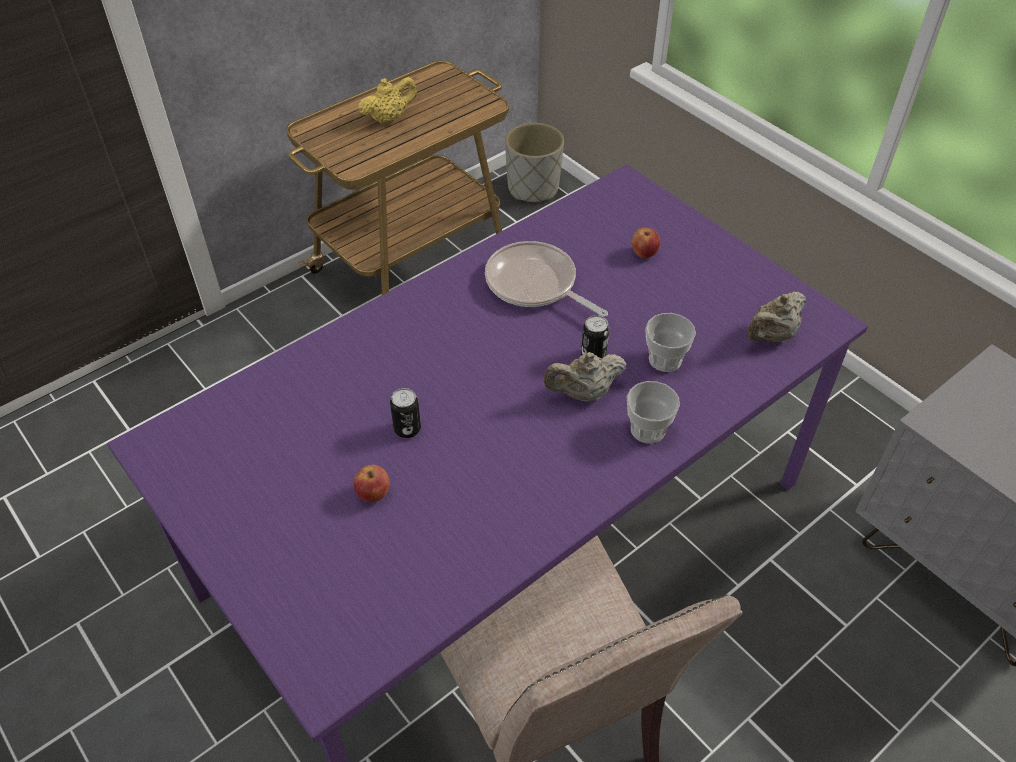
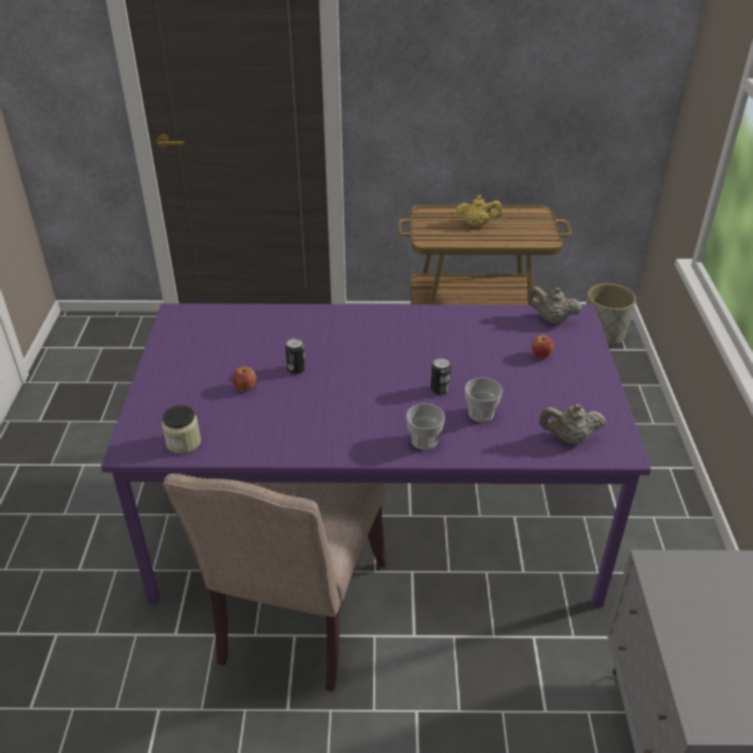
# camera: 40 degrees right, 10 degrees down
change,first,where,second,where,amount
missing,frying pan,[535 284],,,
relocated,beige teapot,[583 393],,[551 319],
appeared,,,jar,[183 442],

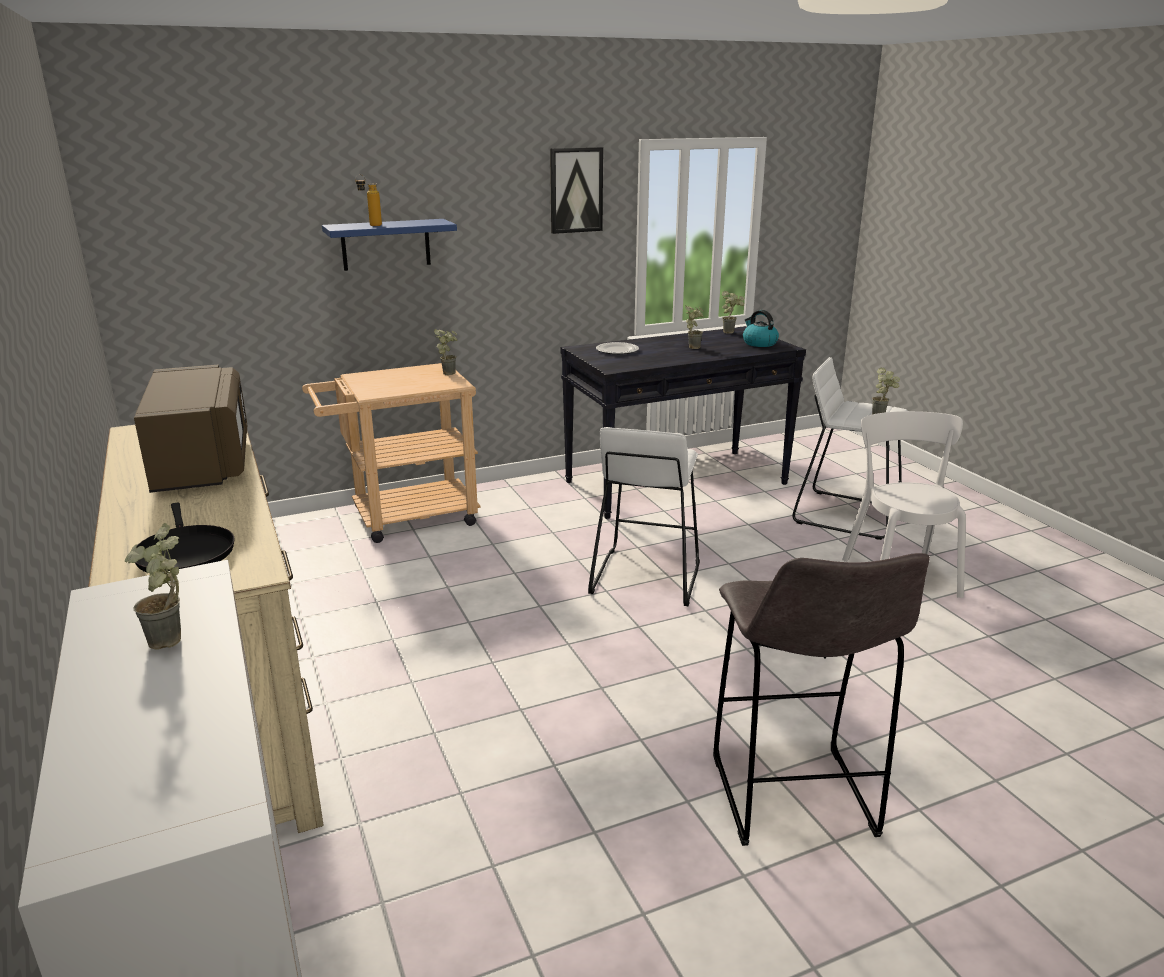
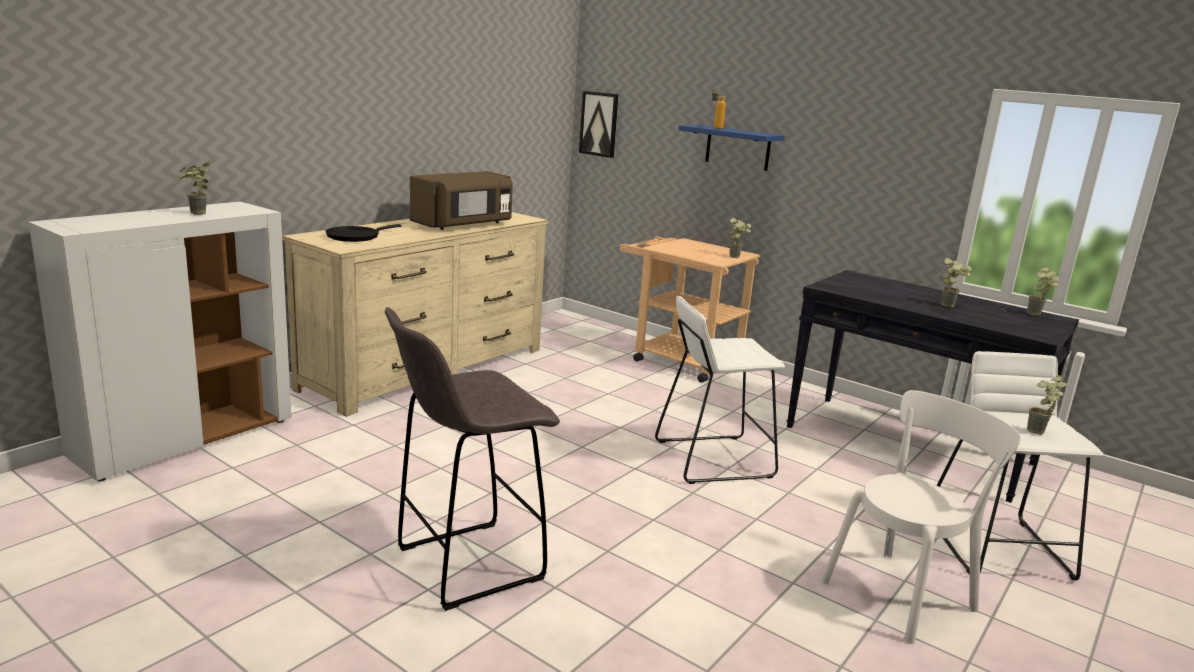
# camera: 60 degrees right, 5 degrees down
change,first,where,second,where,amount
relocated,picture,[576 190],,[599 124],
missing,kettle,[759 343],,,
missing,plate,[618 350],,,

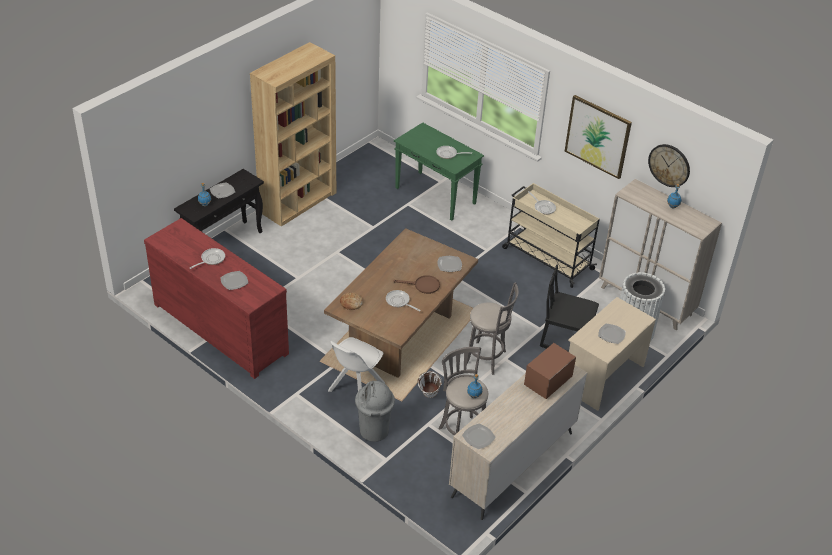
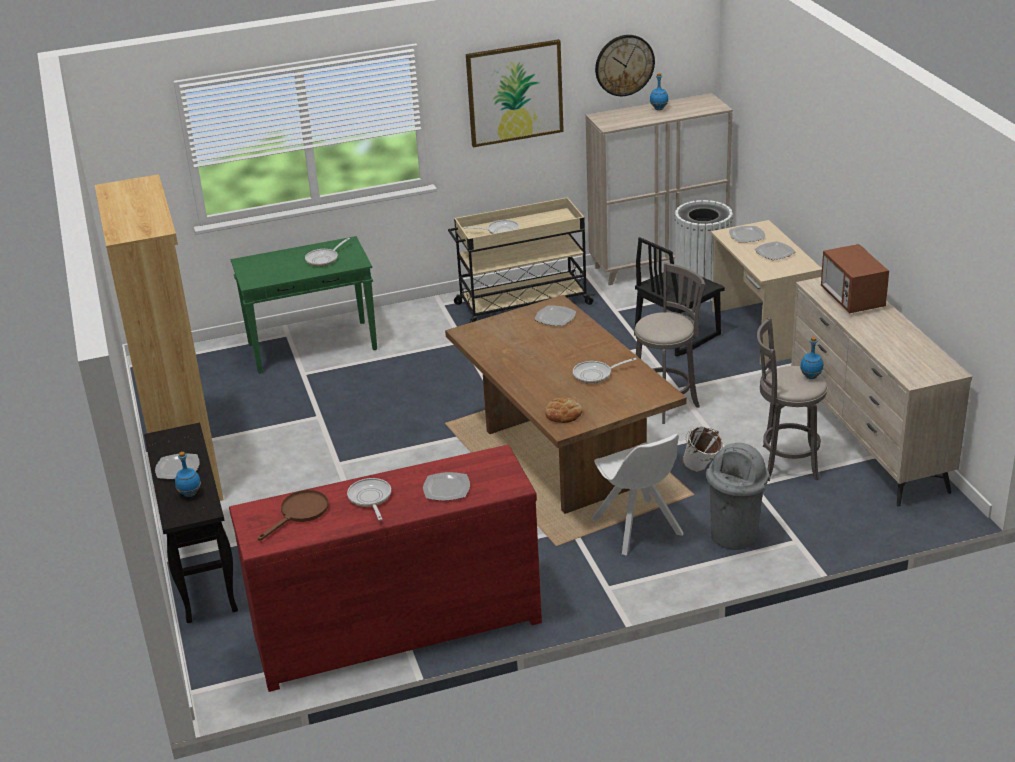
# camera: 55 degrees left, 10 degrees down
change,first,where,second,where,amount
relocated,brown frying pan,[423 286],,[300 513],
relocated,plate,[478 437],,[747 236],

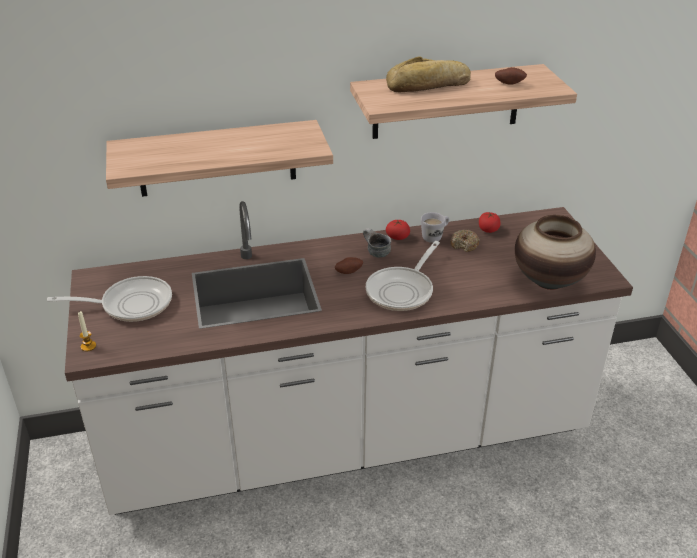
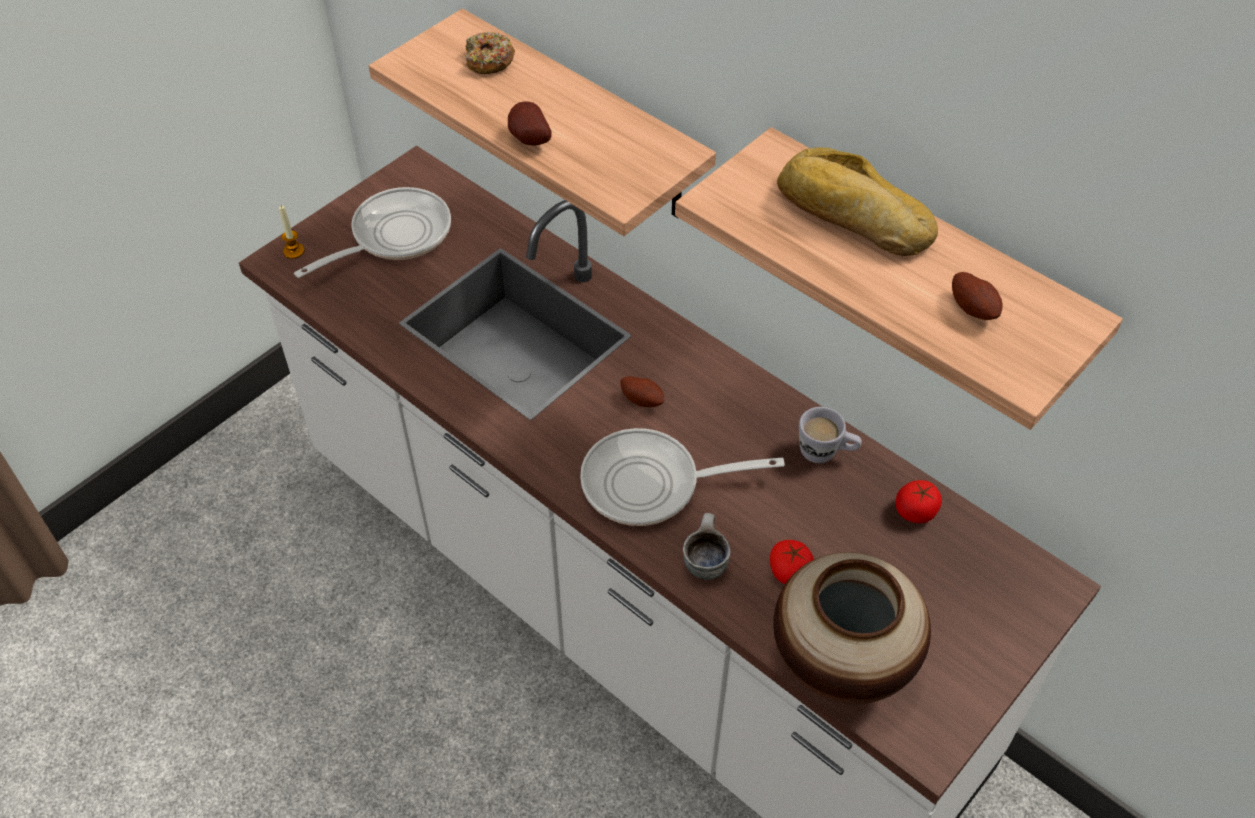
# camera: 55 degrees right, 15 degrees up
change,first,where,second,where,amount
relocated,tomato,[397 237],,[790 571],
relocated,mug,[375 253],,[704 560],
relocated,donut,[464 245],,[489 61],
spun,frying pan,[131 304],,[394 236],90 degrees counterclockwise
appeared,,,potato,[528 140],

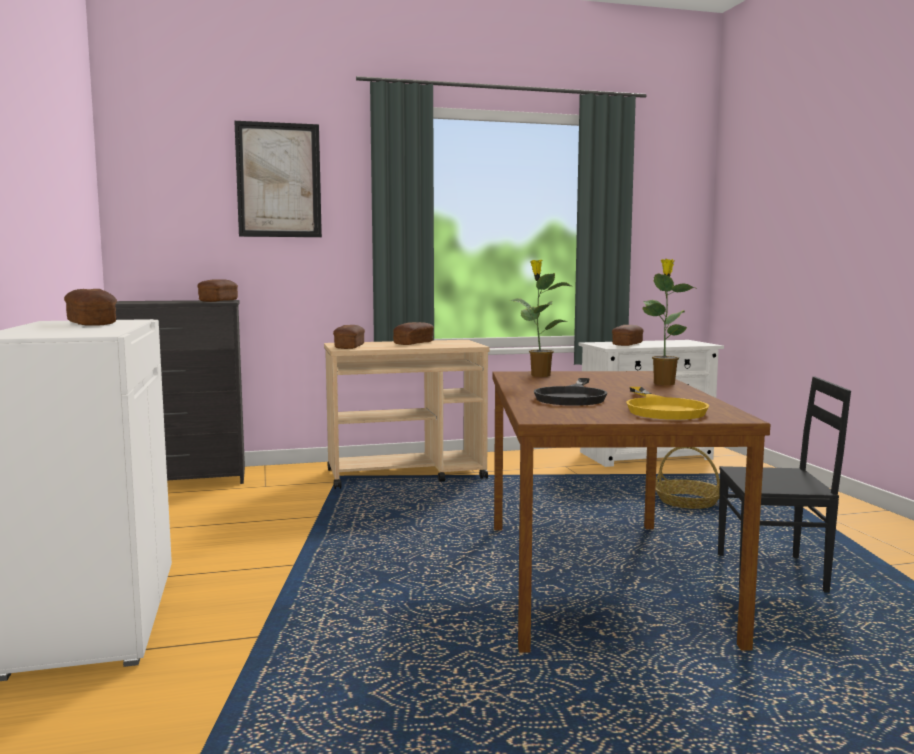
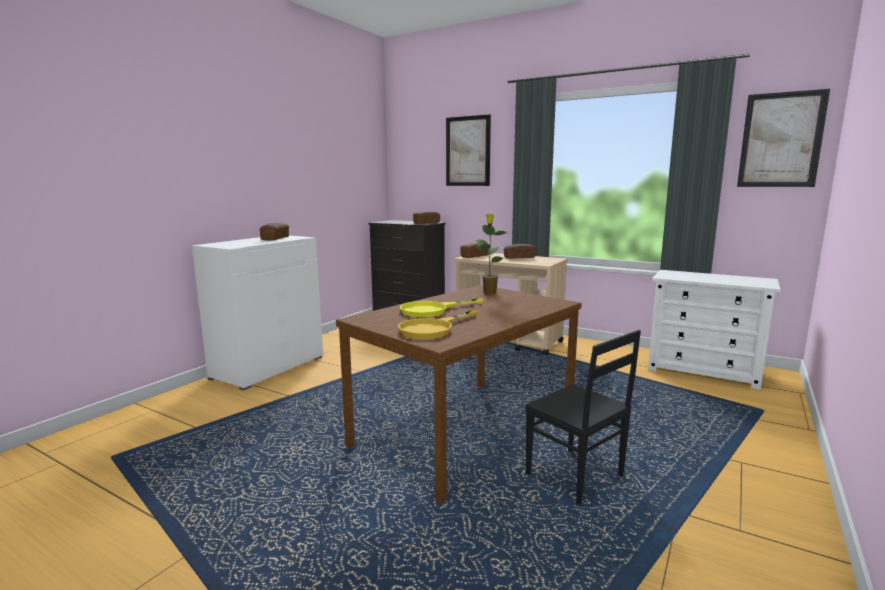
# camera: 45 degrees right, 5 degrees up
change,first,where,second,where,amount
missing,potted plant,[664 383],,,
missing,bread,[627 344],,,
colour,black frying pan,[572 397],yellow frying pan,[432 310],
missing,basket,[687 502],,,
appeared,,,picture,[781 140],

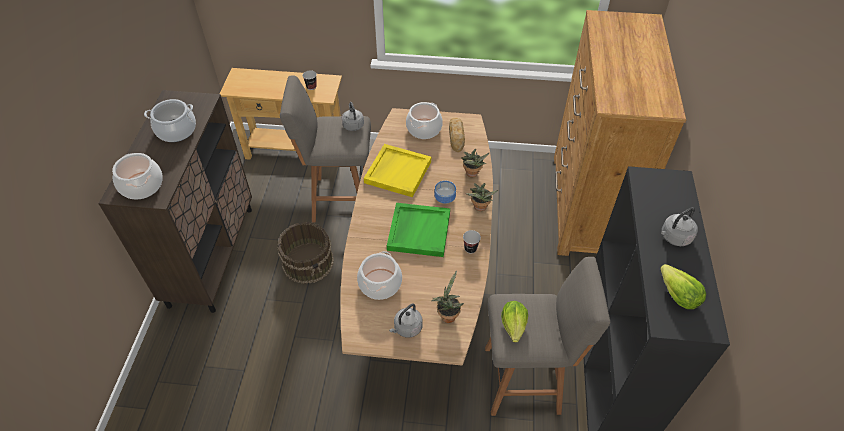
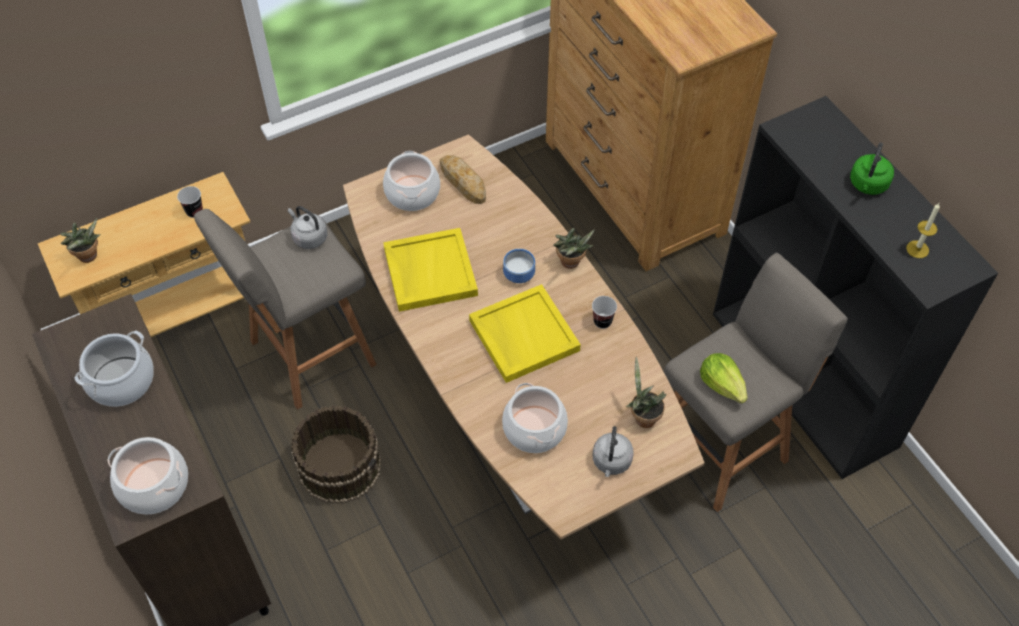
# camera: 35 degrees left, 5 degrees up
change,first,where,second,where,amount
relocated,potted plant,[472 174],,[89 257],
colour,green tray,[418 231],yellow tray,[523 335],
colour,grey kettle,[674 237],green kettle,[867 185],
exchanged,lettuce,[677 295],candle,[917 249],

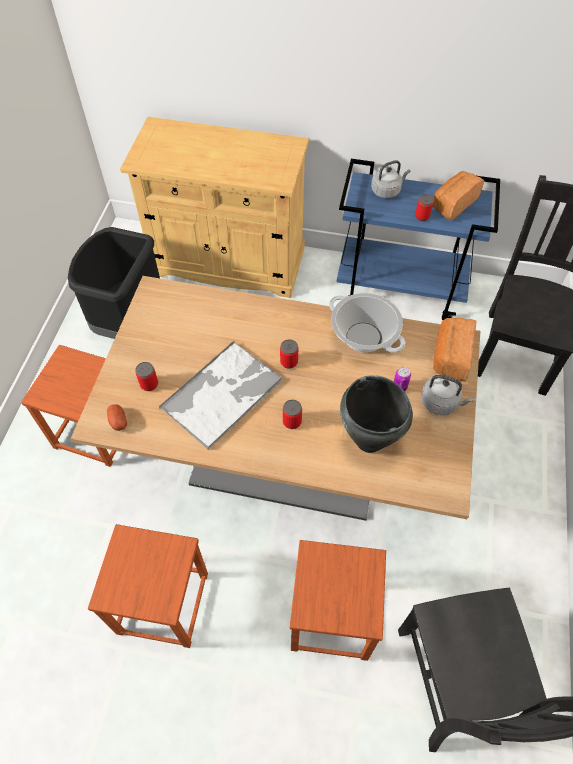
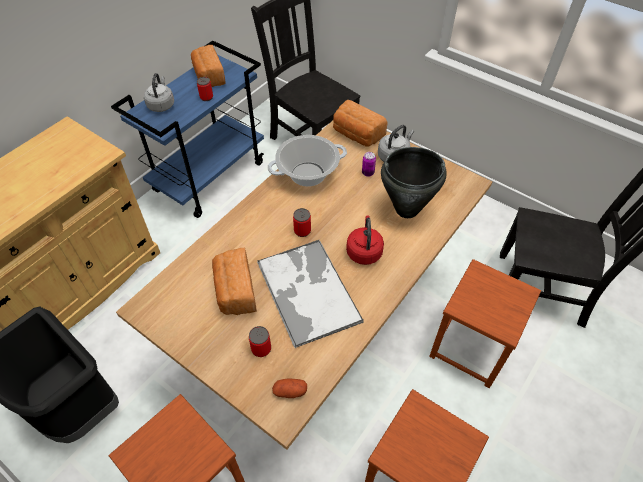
# camera: 65 degrees left, 5 degrees down
change,first,where,second,where,amount
exchanged,can,[292 421],red kettle,[364 251],
appeared,,,bread,[235 291],

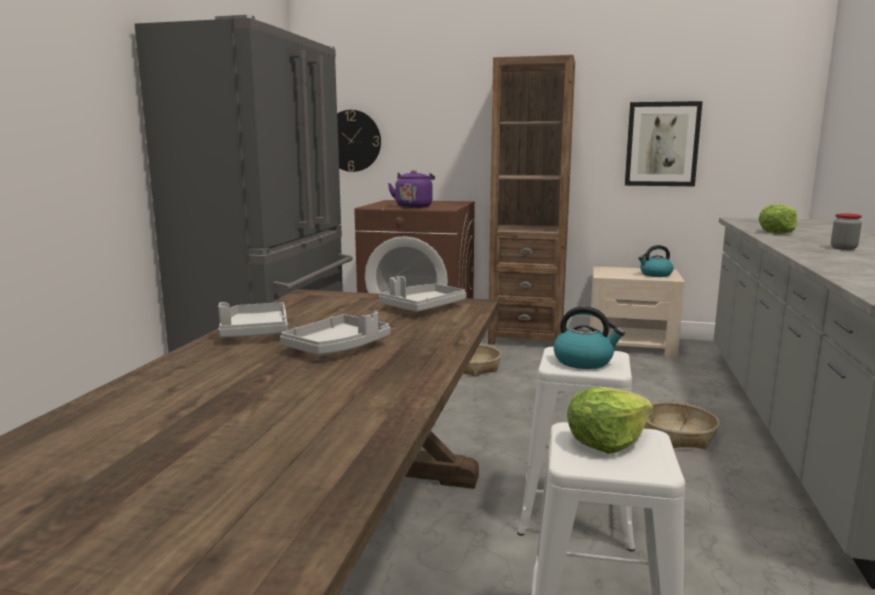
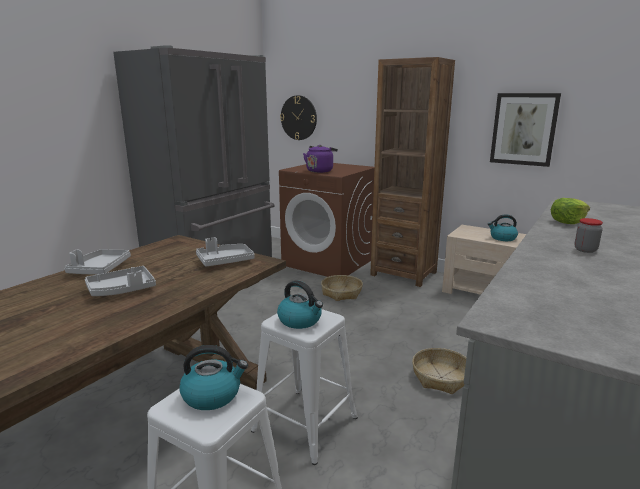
# camera: 20 degrees right, 5 degrees up
change,first,where,second,where,amount
exchanged,lettuce,[606 441],kettle,[212 395],

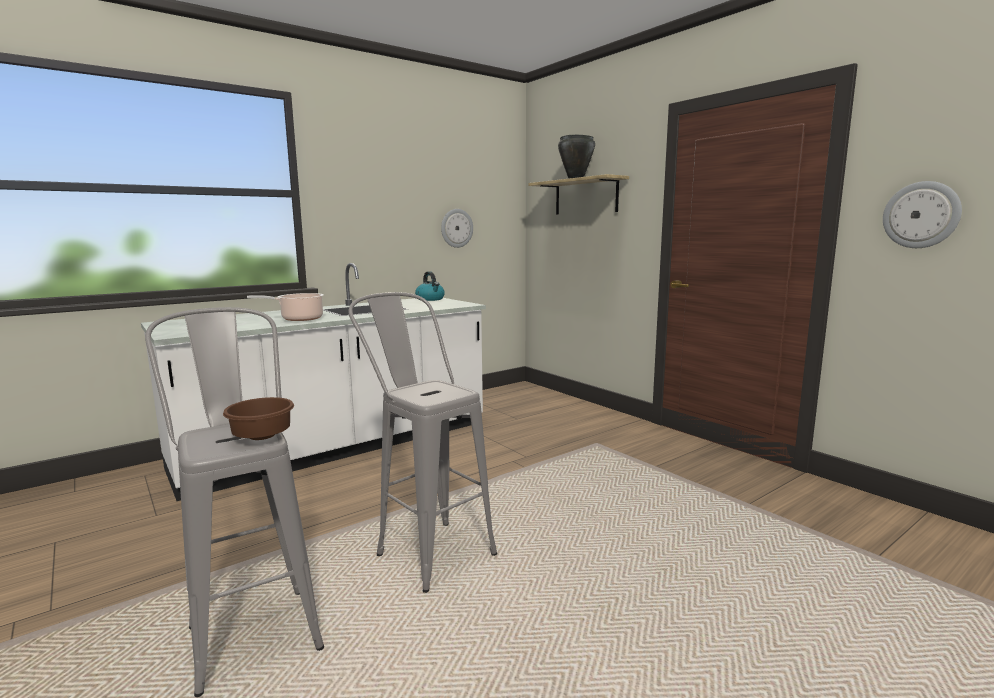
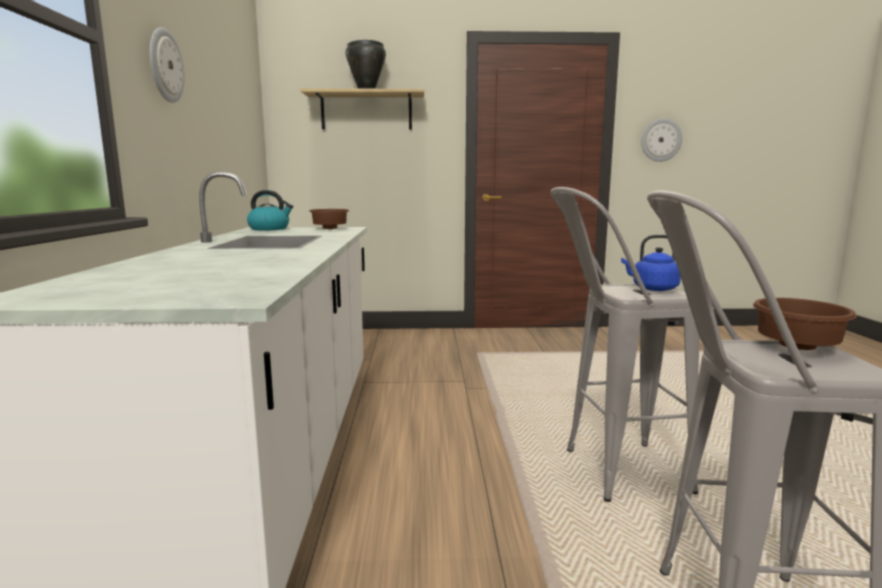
# camera: 55 degrees left, 0 degrees up
change,first,where,second,where,amount
relocated,wall clock,[456 228],,[165 66],
missing,cooking pot,[299 319],,,
appeared,,,brown bowl,[329 229],
appeared,,,blue kettle,[652 289],

